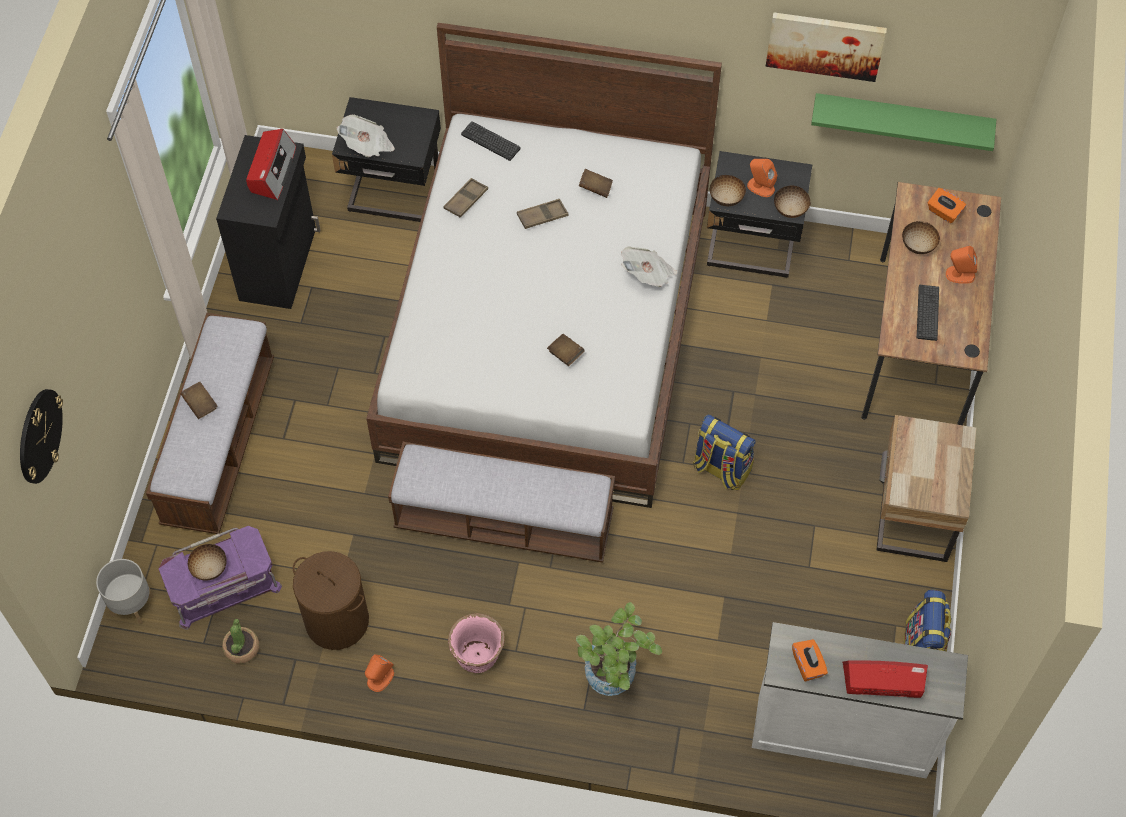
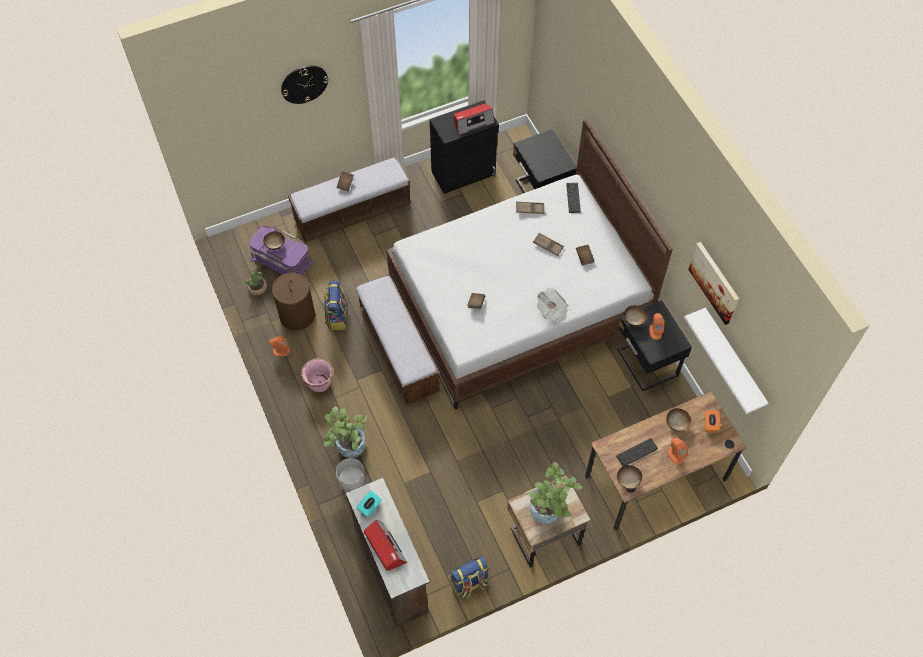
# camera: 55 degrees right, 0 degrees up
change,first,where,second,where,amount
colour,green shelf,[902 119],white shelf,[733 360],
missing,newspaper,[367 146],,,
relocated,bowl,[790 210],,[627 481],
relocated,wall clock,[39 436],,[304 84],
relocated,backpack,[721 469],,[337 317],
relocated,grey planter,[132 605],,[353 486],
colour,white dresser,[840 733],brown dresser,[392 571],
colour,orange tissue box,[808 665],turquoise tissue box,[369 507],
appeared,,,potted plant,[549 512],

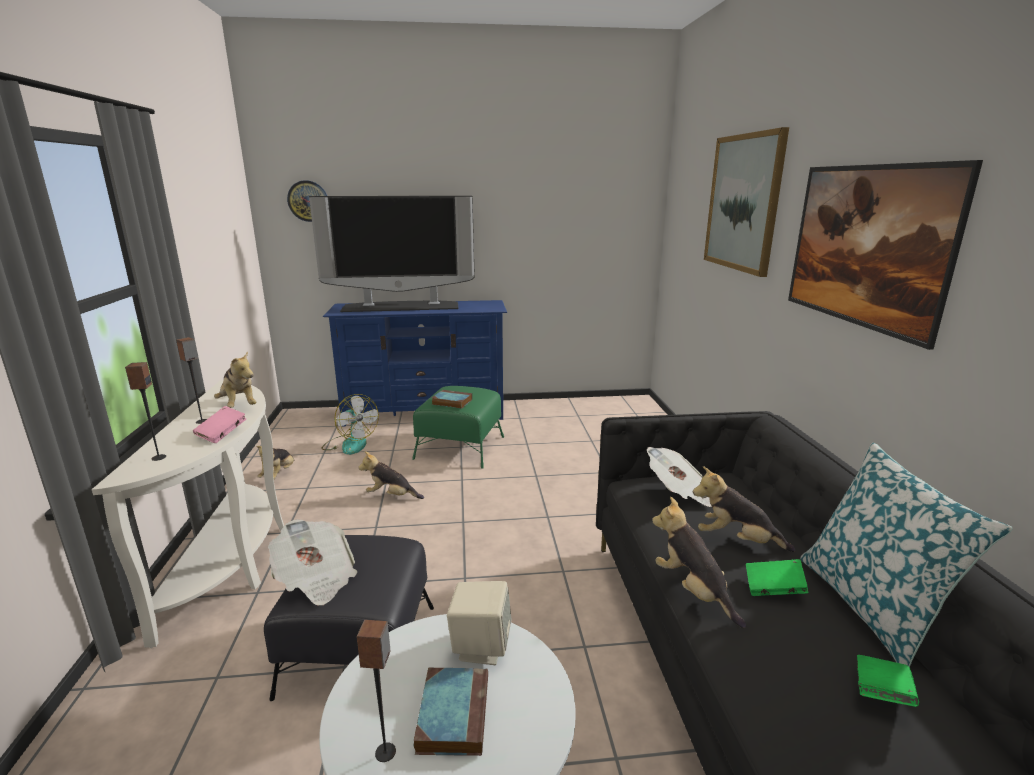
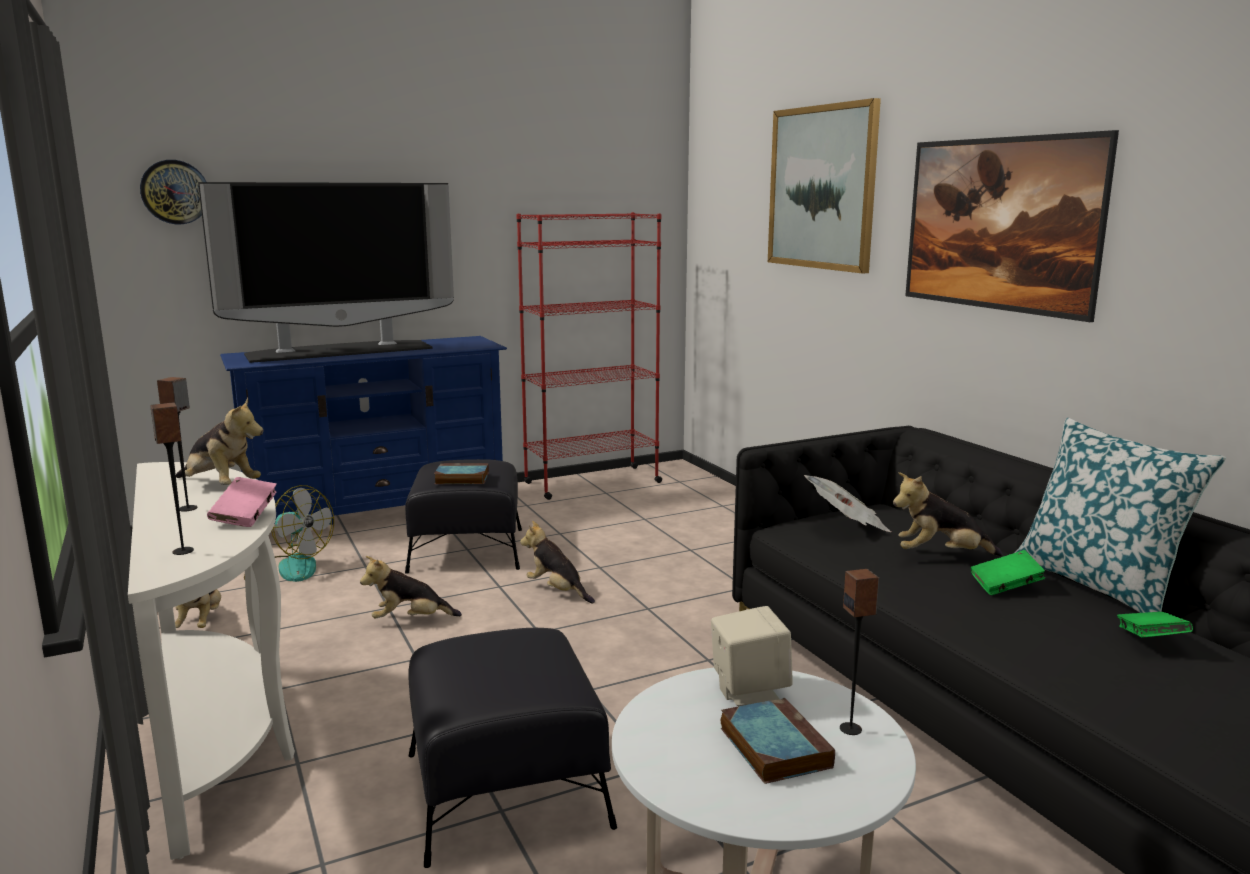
# camera: 20 degrees left, 5 degrees down
change,first,where,second,where,amount
colour,green ottoman,[460 447],black ottoman,[467 549],
relocated,plush toy,[693 591],,[557 591],
missing,newspaper,[316 578],,,
relocated,speaker,[386 752],,[851 729],
appeared,,,red bookcase,[592 483],

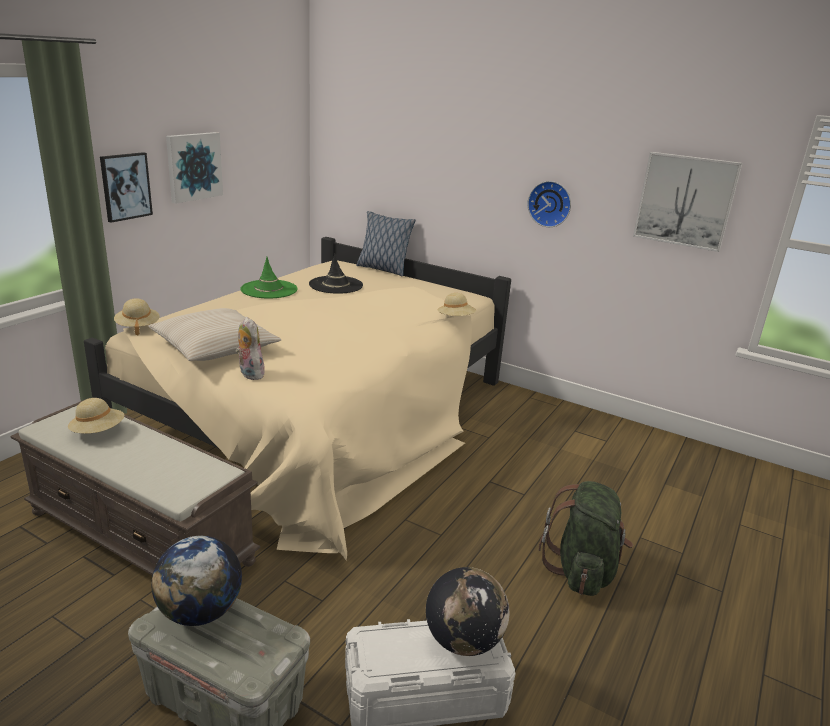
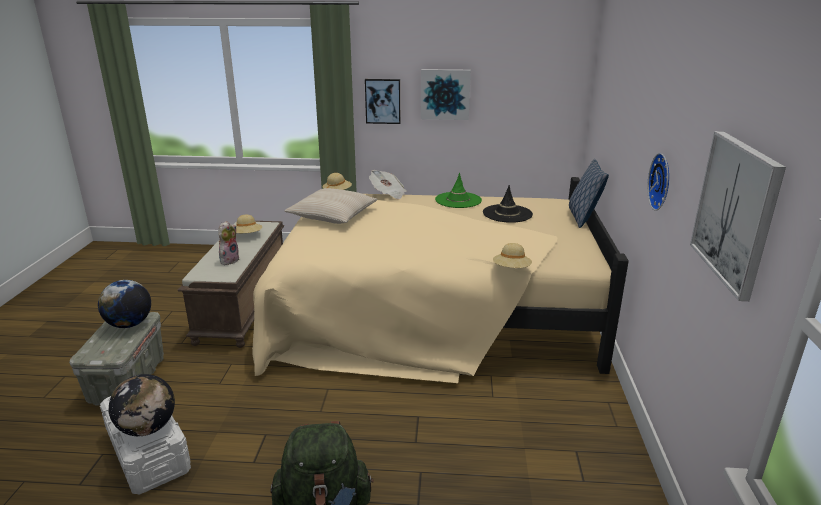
# camera: 65 degrees right, 0 degrees up
change,first,where,second,where,amount
relocated,plush toy,[249 374],,[229 260],
appeared,,,newspaper,[388 194],

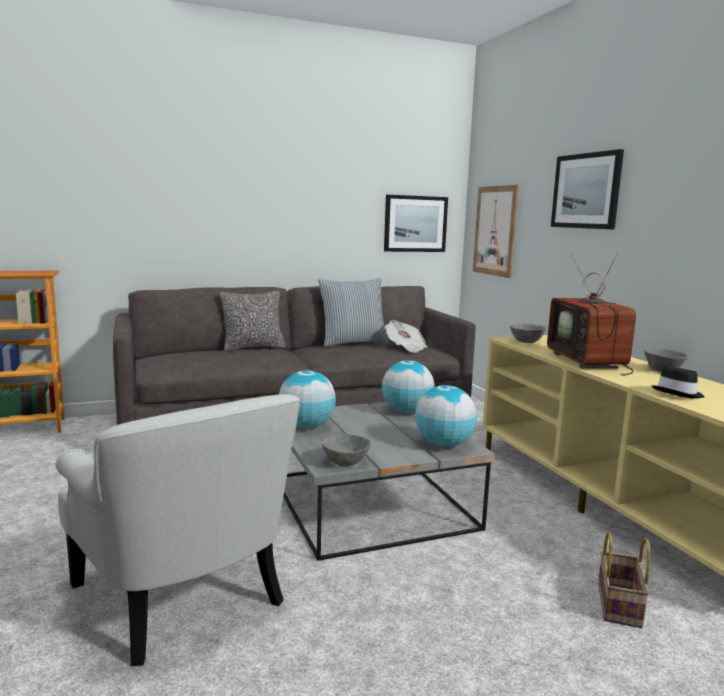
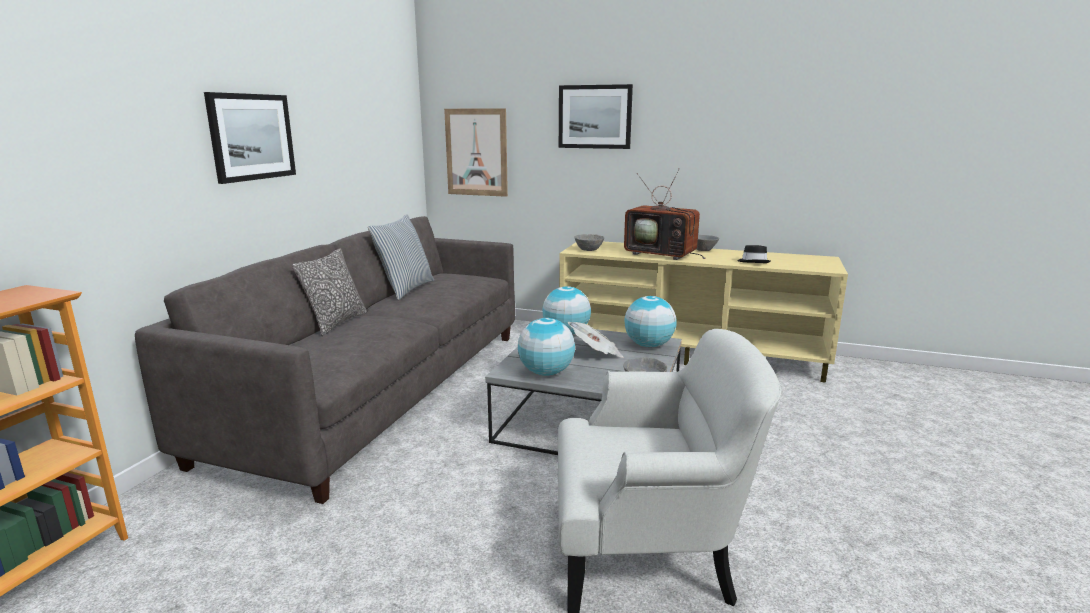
# camera: 50 degrees left, 5 degrees up
change,first,where,second,where,amount
relocated,picture,[415 224],,[252 137],
relocated,newspaper,[405 348],,[596 353],
missing,basket,[620 606],,,

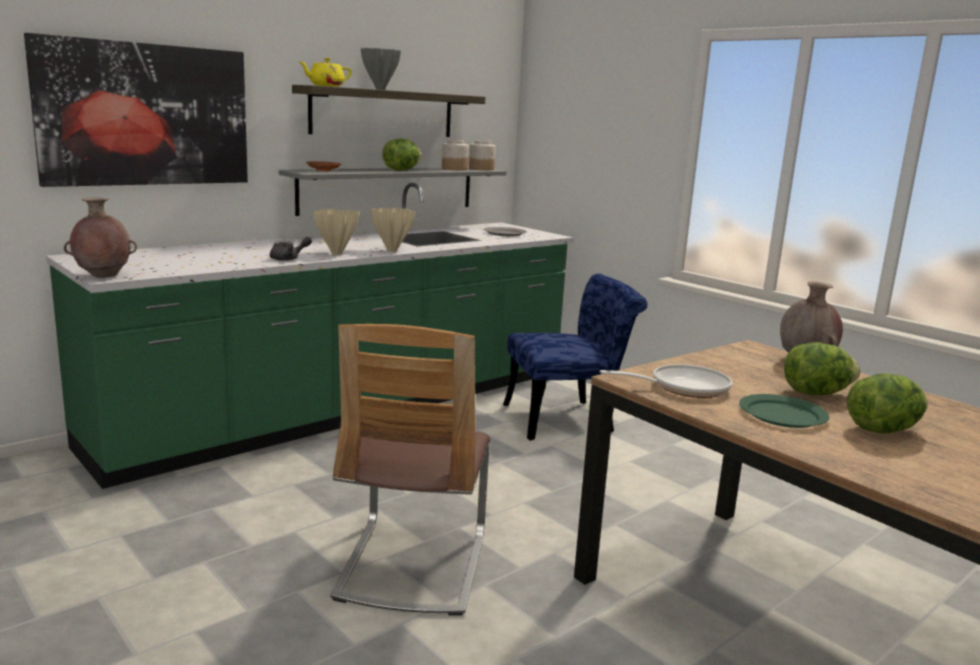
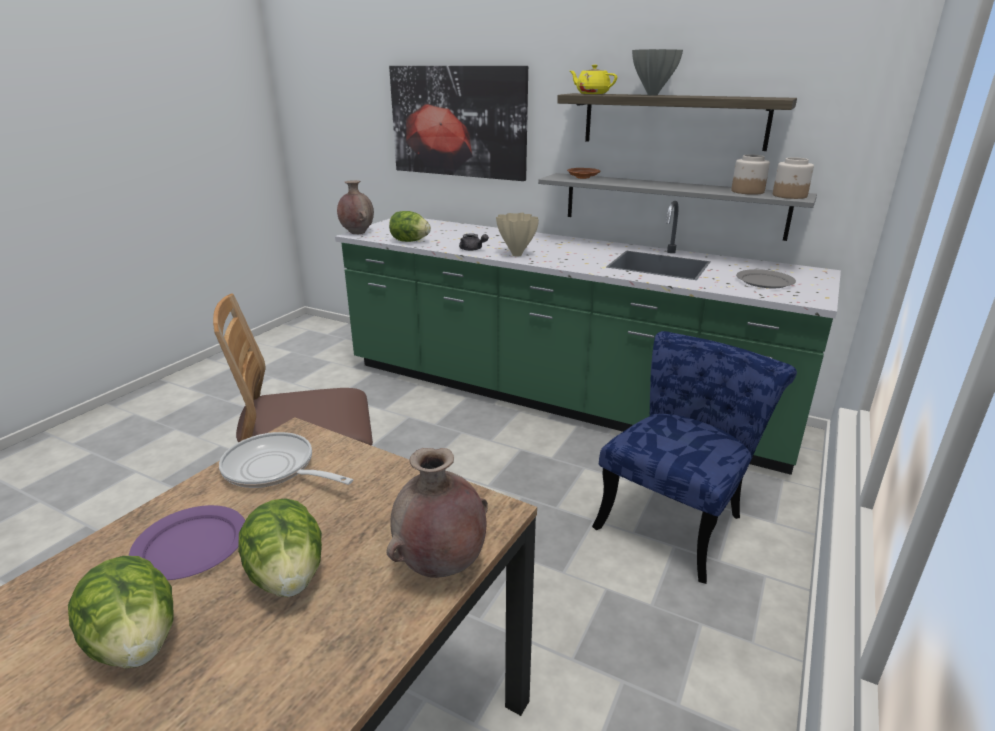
# camera: 70 degrees right, 10 degrees up
change,first,where,second,where,amount
relocated,lettuce,[402 170],,[409 241],
missing,beige vase,[392 250],,,
spun,blue chair,[568 419],,[677 518],105 degrees counterclockwise
spun,frying pan,[682 387],,[274 469],150 degrees clockwise
colour,green plate,[783 415],purple plate,[190 546],

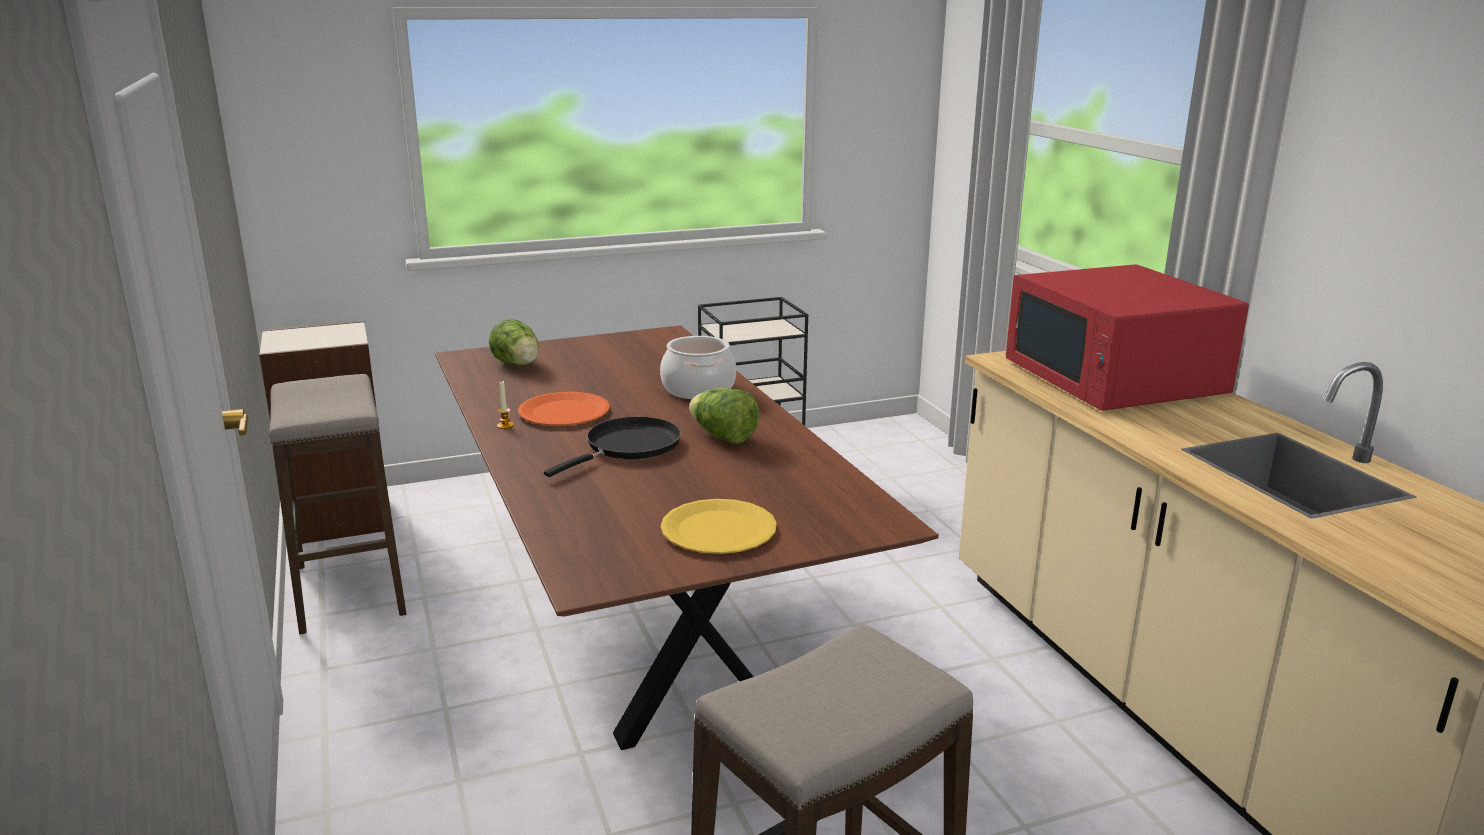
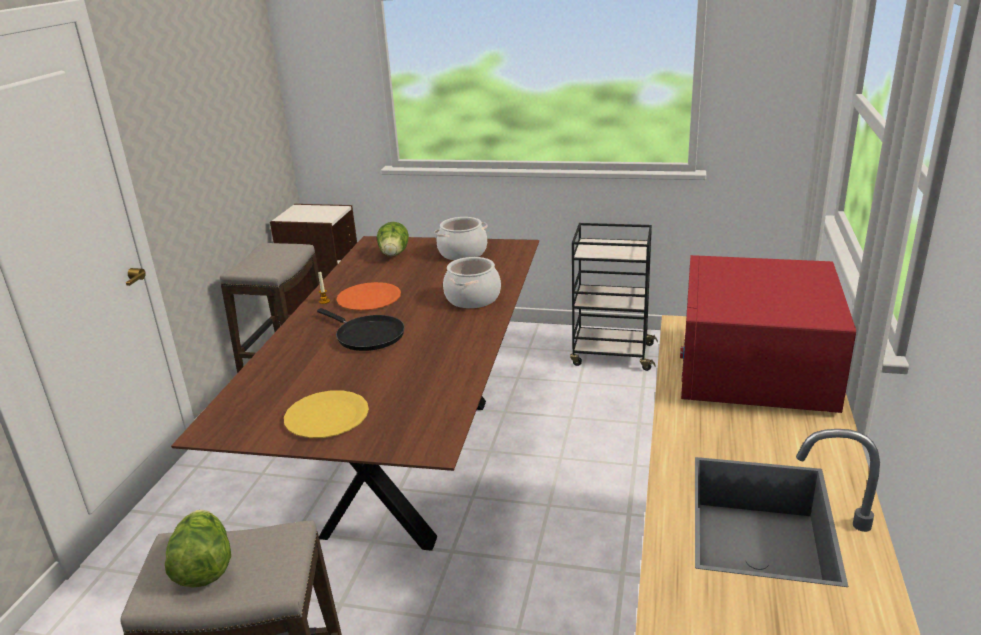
# camera: 35 degrees right, 5 degrees up
change,first,where,second,where,amount
relocated,lettuce,[723 437],,[204 567],
spun,black frying pan,[628 447],,[367 335],60 degrees clockwise
appeared,,,cooking pot,[462 253],

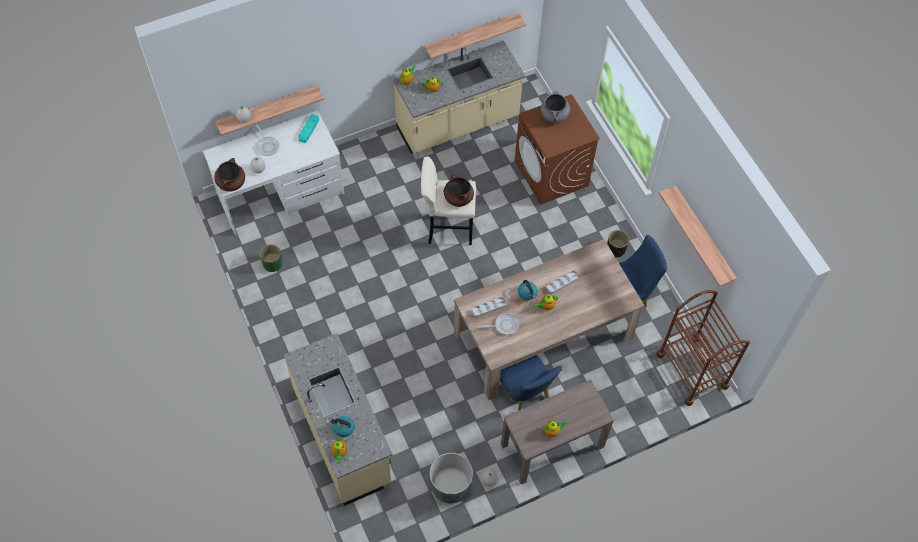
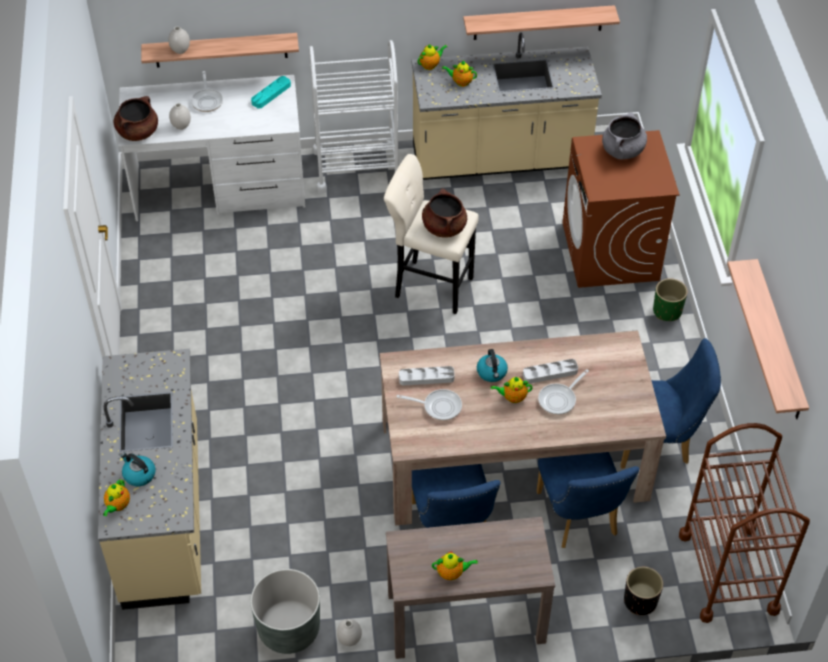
# camera: 20 degrees right, 10 degrees down
change,first,where,second,where,amount
relocated,black planter,[615 249],,[640 601],
relocated,green planter,[272 264],,[667 311],
appeared,,,white cart,[356 167],
appeared,,,frying pan,[559 399],
appeared,,,blue chair,[579 519],

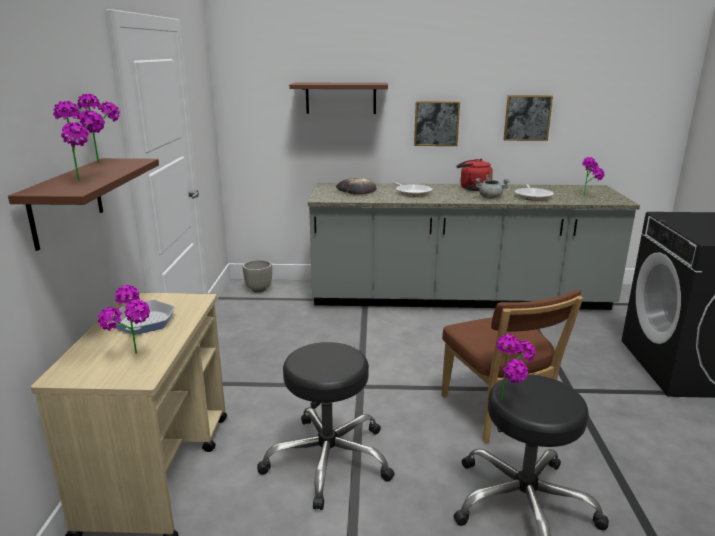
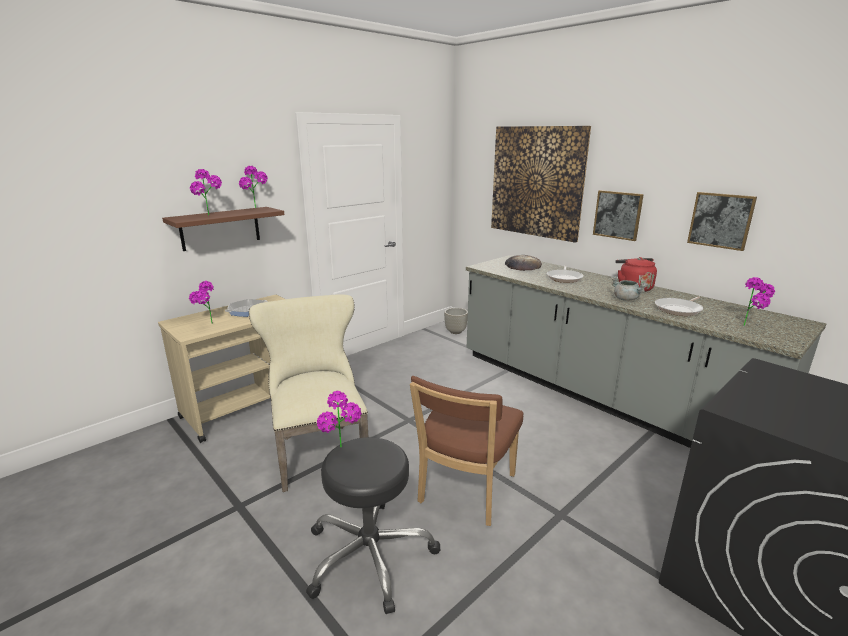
# camera: 45 degrees right, 0 degrees up
change,first,where,second,where,amount
exchanged,brown shelf,[341 98],picture,[536 182],
exchanged,black stool,[329 459],beige chair,[319 450],

